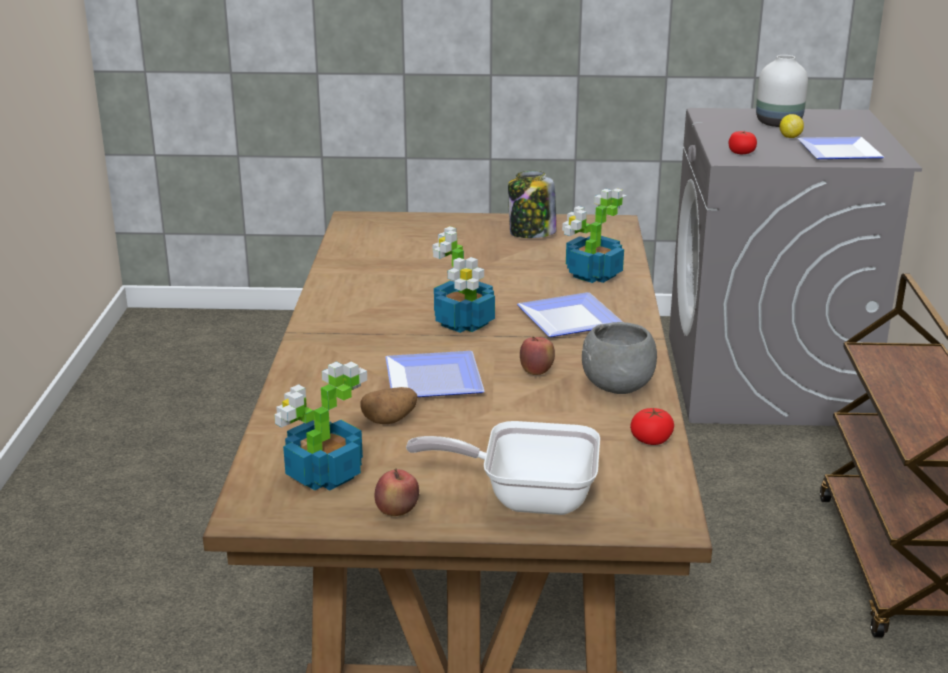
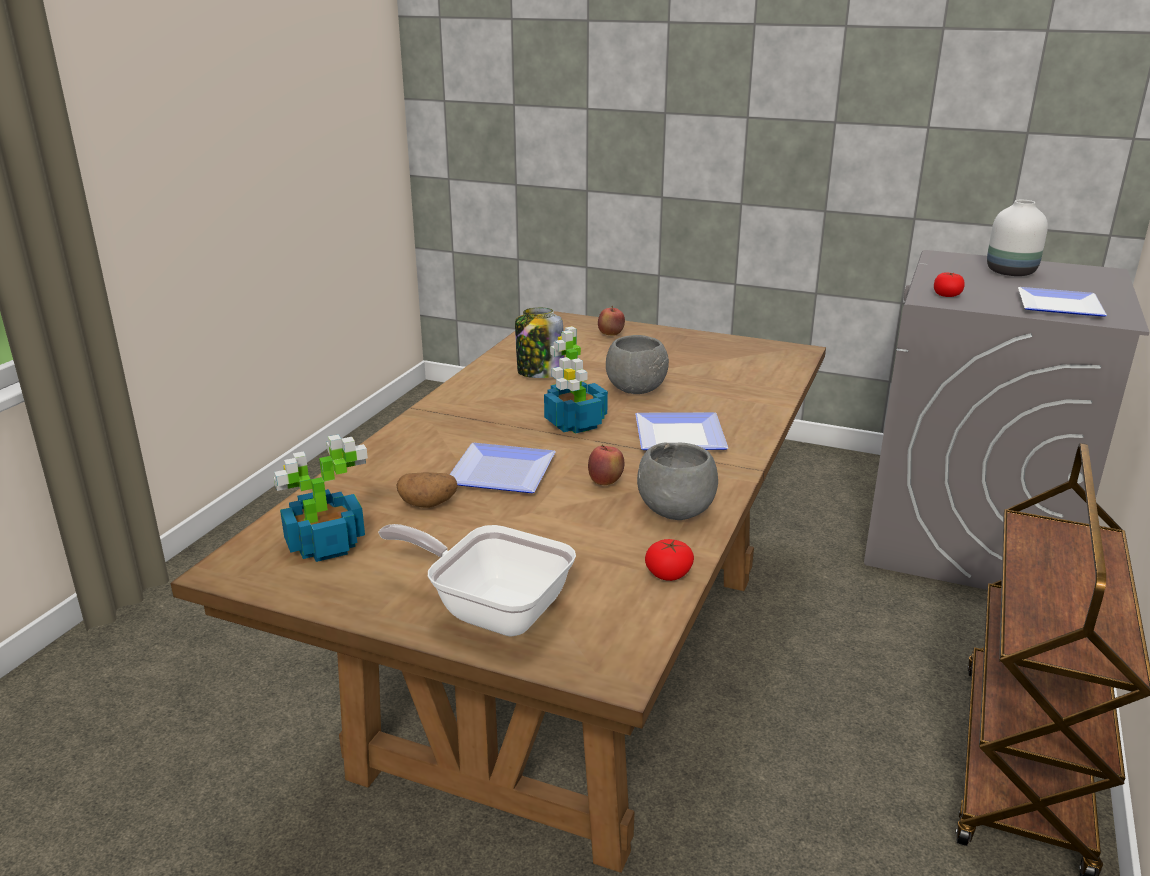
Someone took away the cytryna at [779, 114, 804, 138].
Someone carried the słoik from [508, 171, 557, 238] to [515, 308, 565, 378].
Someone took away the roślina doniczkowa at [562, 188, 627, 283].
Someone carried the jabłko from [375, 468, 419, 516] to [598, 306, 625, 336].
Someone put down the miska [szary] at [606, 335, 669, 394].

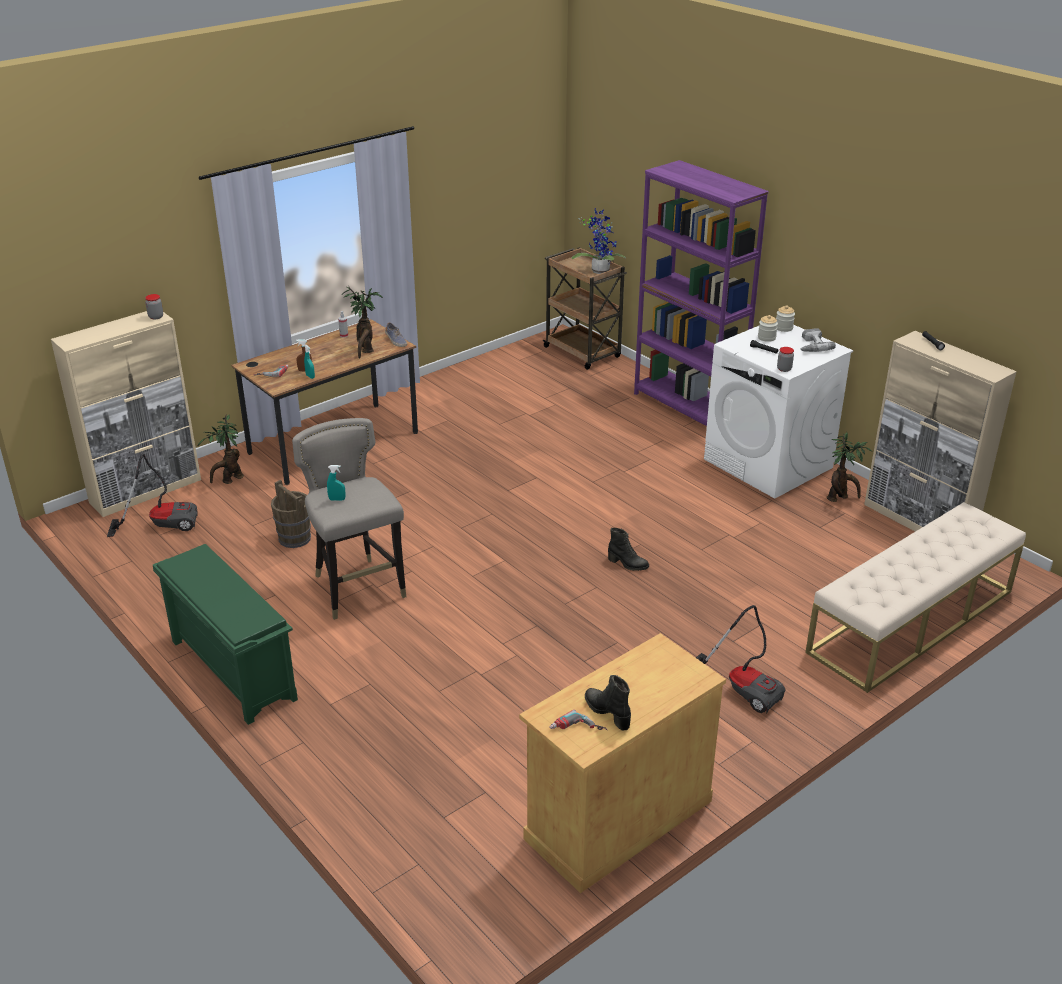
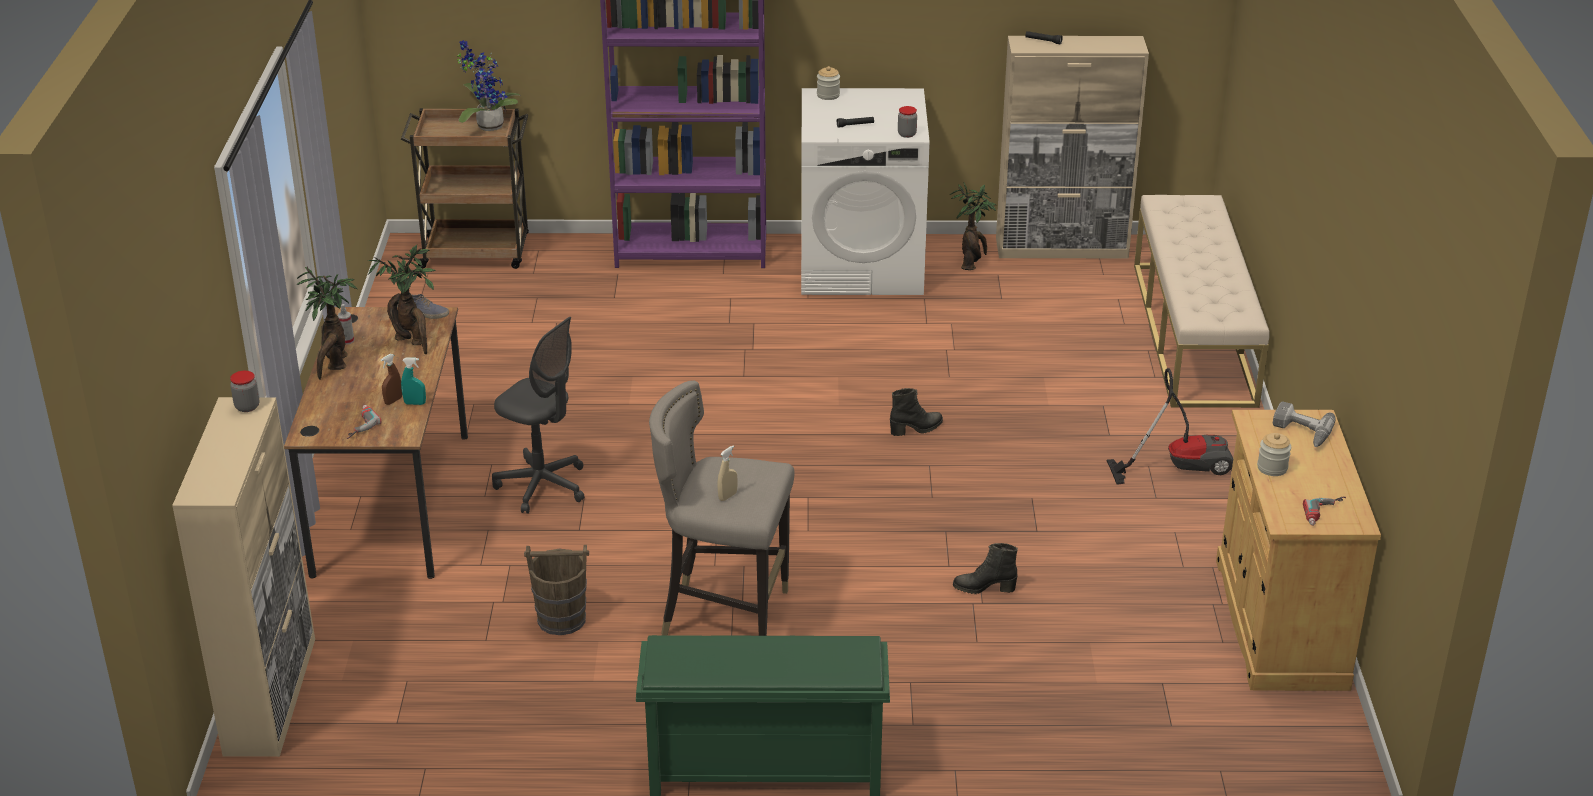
Someone carried the słoik from [758, 315, 778, 342] to [1257, 433, 1291, 476].
Someone carried the wiertarka from [800, 328, 836, 352] to [1273, 401, 1336, 447].
Someone carried the roślina doniczkowa from [198, 415, 244, 484] to [297, 266, 357, 380].
Someone took away the odkurzacz at [107, 454, 198, 537].
Someone repainted the spryskiwacz [turkusowy] at [327, 465, 346, 501], which became the spryskiwacz [beżowy] at [717, 445, 738, 501].
Someone carried the but z cholewką [czarny] from [585, 675, 631, 731] to [953, 543, 1018, 594].
Someone put down the krzesło biurowe [szary] at [492, 317, 584, 514].

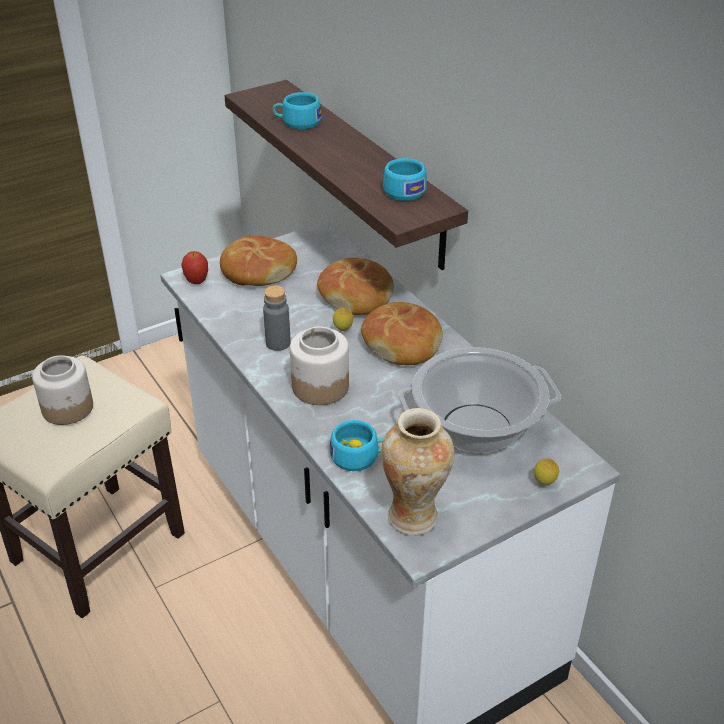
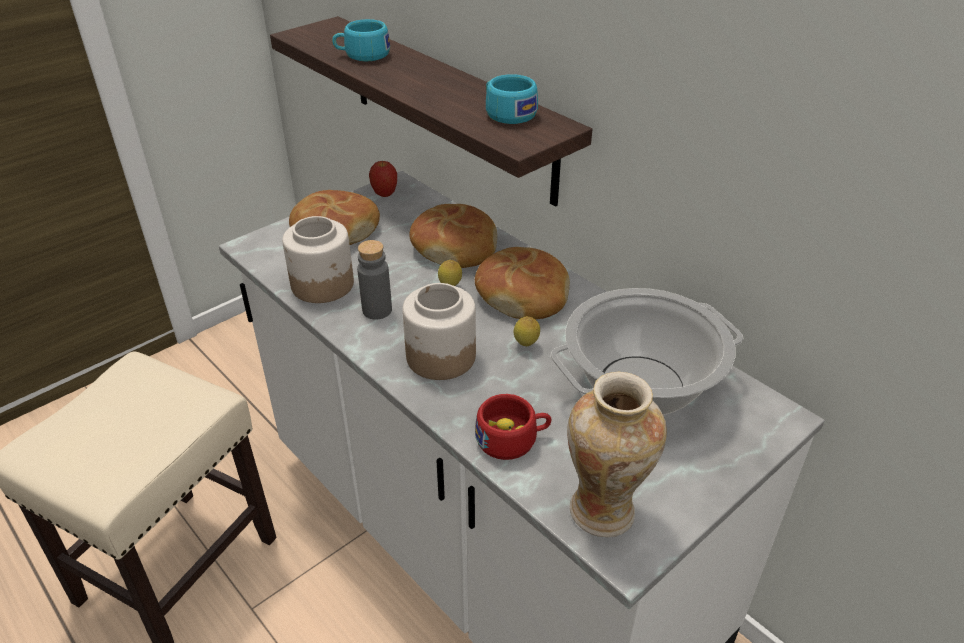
Someone carried the jabłko from [181, 251, 208, 284] to [369, 161, 397, 197].
Someone carried the słoik from [32, 355, 93, 425] to [282, 216, 354, 303].
Someone repainted the filiżanka [turkusowy] at [330, 420, 384, 471], which became the filiżanka [czerwony] at [475, 394, 551, 460].
Someone carried the cytryna from [534, 458, 559, 485] to [514, 316, 540, 346].

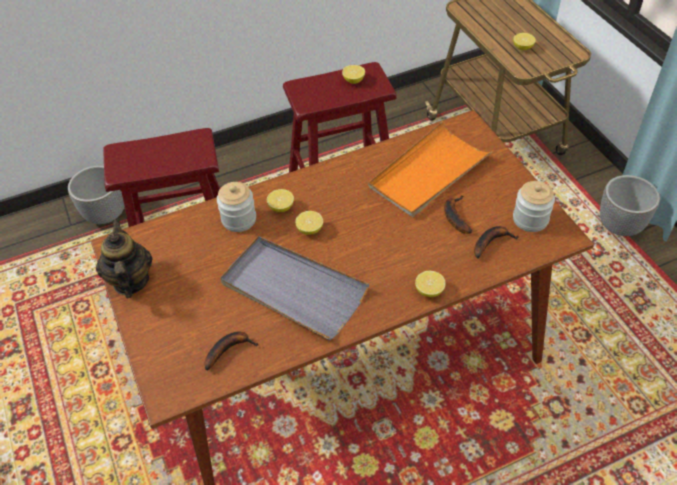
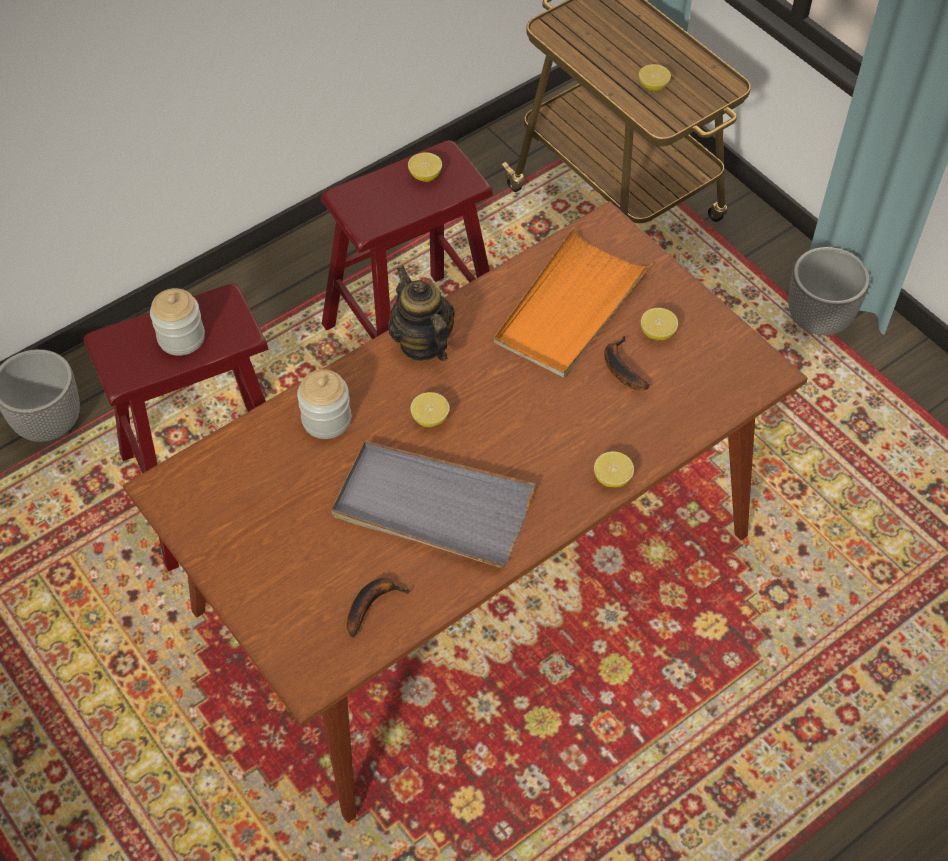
Someone carried the słoik from [513, 181, 555, 232] to [150, 288, 205, 356].
Someone carried the cytryna from [267, 189, 294, 212] to [641, 308, 678, 340].
Someone carried the imbryk from [96, 219, 153, 298] to [388, 266, 455, 361].
Someone took away the banan at [474, 226, 519, 258].

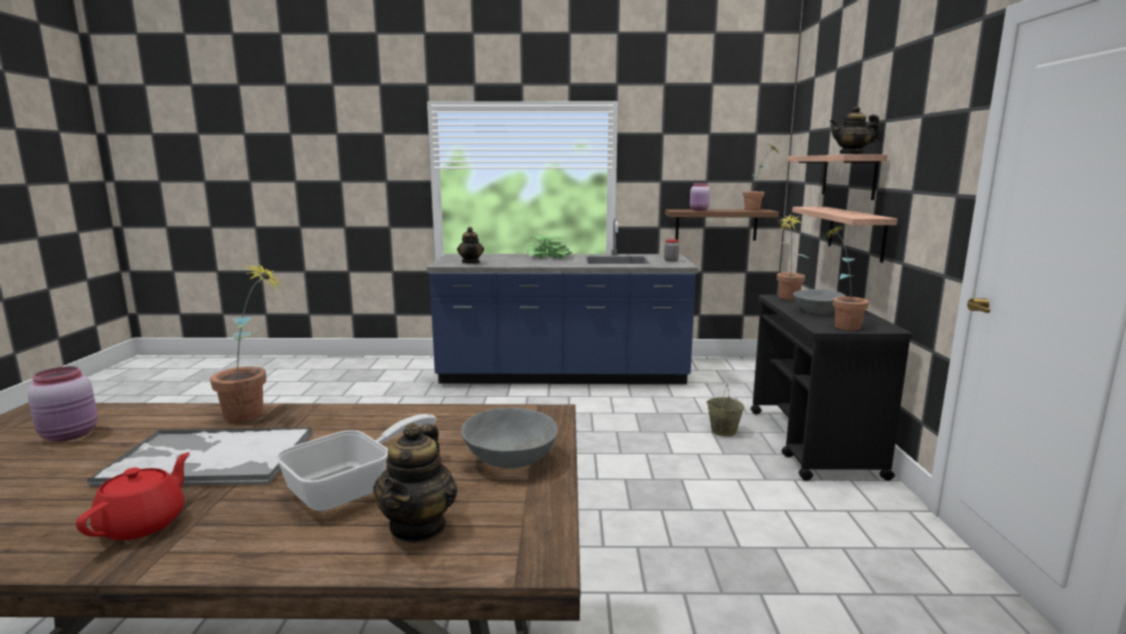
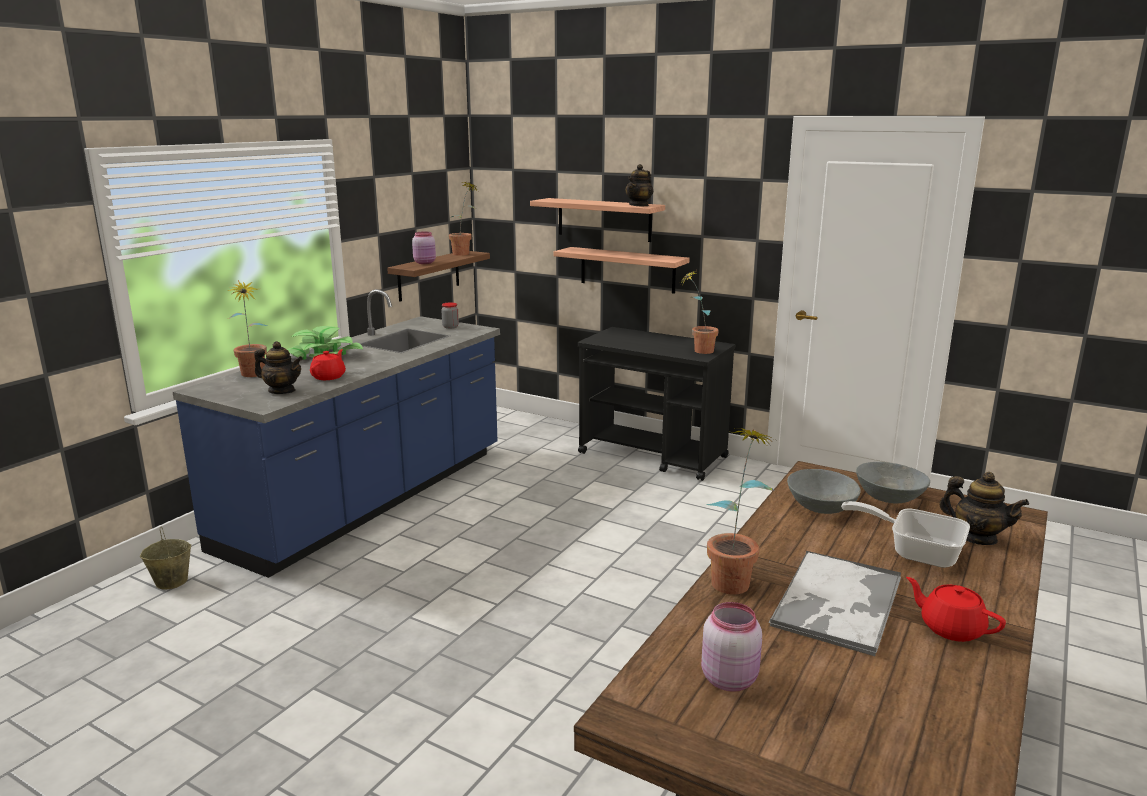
Someone carried the roślina doniczkowa from [777, 213, 808, 300] to [228, 280, 267, 377].
Someone carried the miska [szary] from [793, 289, 845, 313] to [787, 469, 861, 514].
Someone carried the wiadro [beżowy] from [706, 384, 745, 437] to [140, 526, 191, 589].
Someone rotated the patelnia at [275, 414, 436, 511] by 45 degrees counterclockwise.
Someone put down the imbryk [czerwony] at [310, 349, 346, 380].

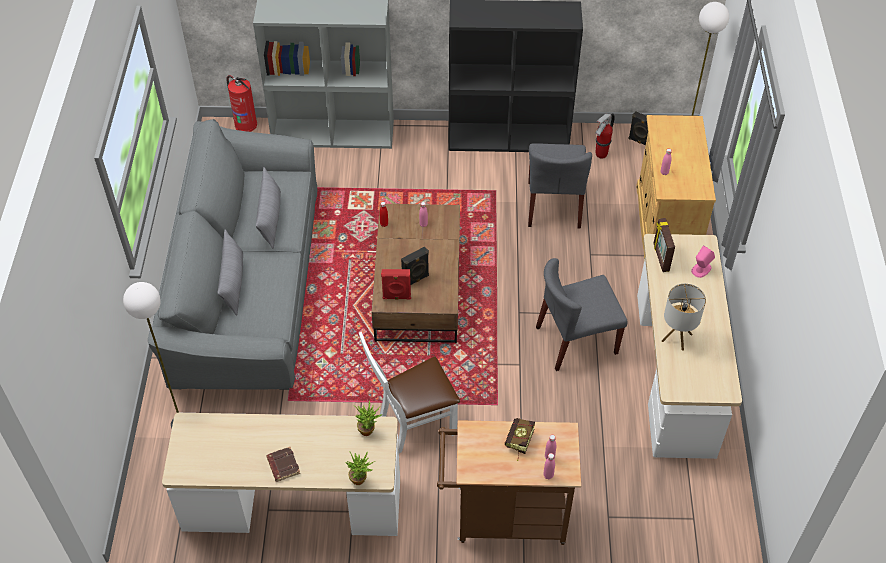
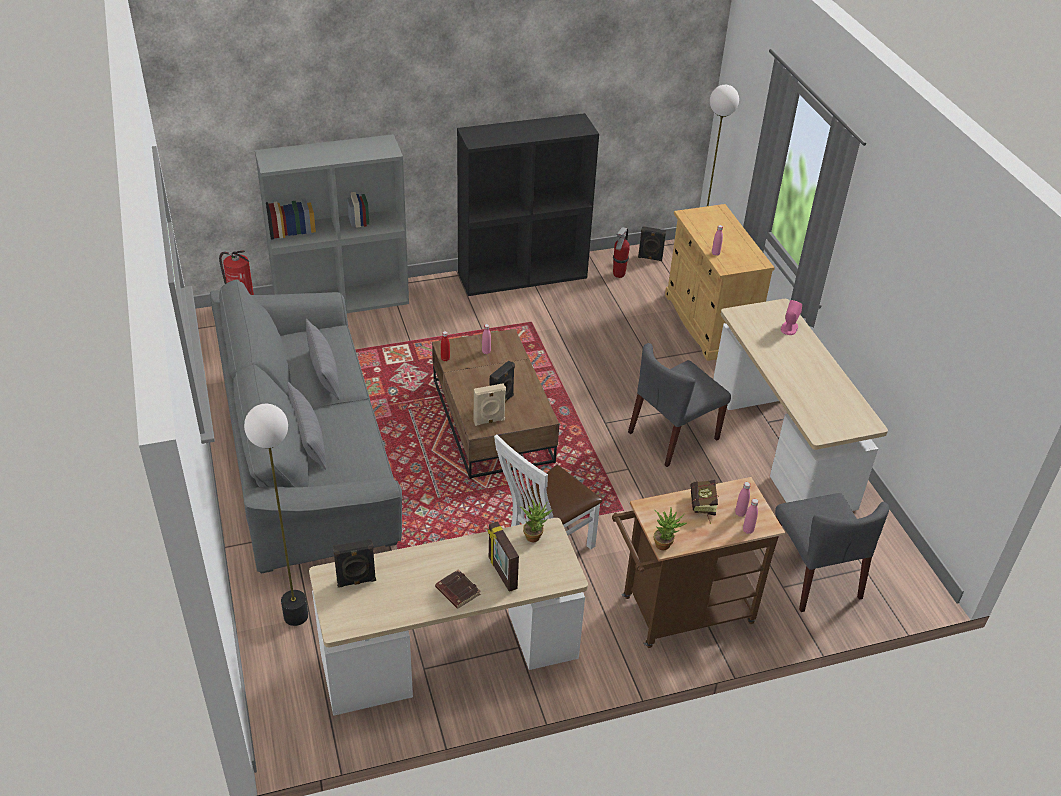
Someone carried the krzesło [szary] from [528, 143, 592, 228] to [774, 493, 889, 612].
Someone carried the ramka na zdjęcie from [653, 218, 675, 272] to [488, 521, 519, 592].
Someone repainted the głośnik [czerwony] at [381, 269, 411, 299], which became the głośnik [beżowy] at [474, 383, 506, 426].
Someone took away the lampa stołowa at [662, 284, 706, 351].
Someone carried the roślina doniczkowa from [345, 451, 375, 485] to [654, 508, 686, 551].
Someone put down the głośnik [czarny] at [333, 539, 376, 588].

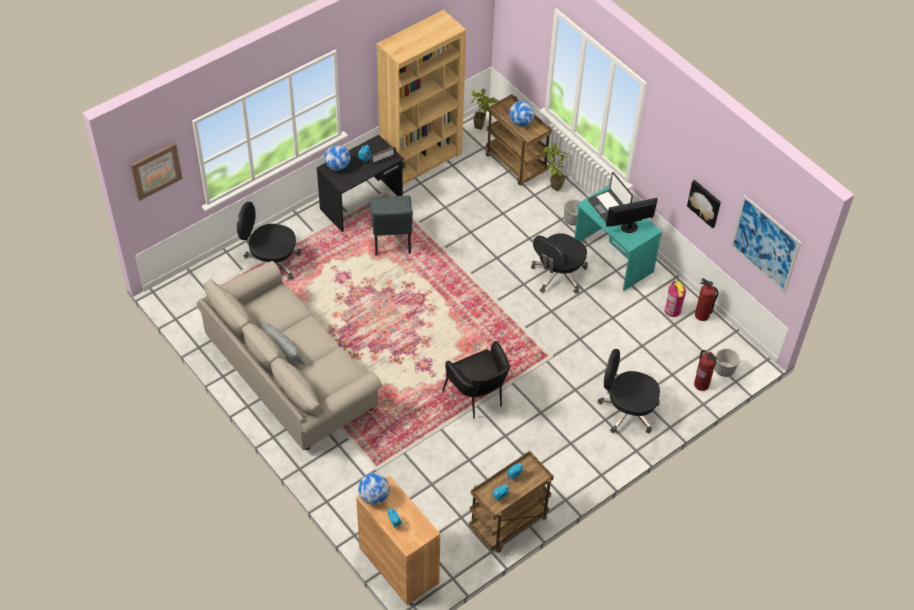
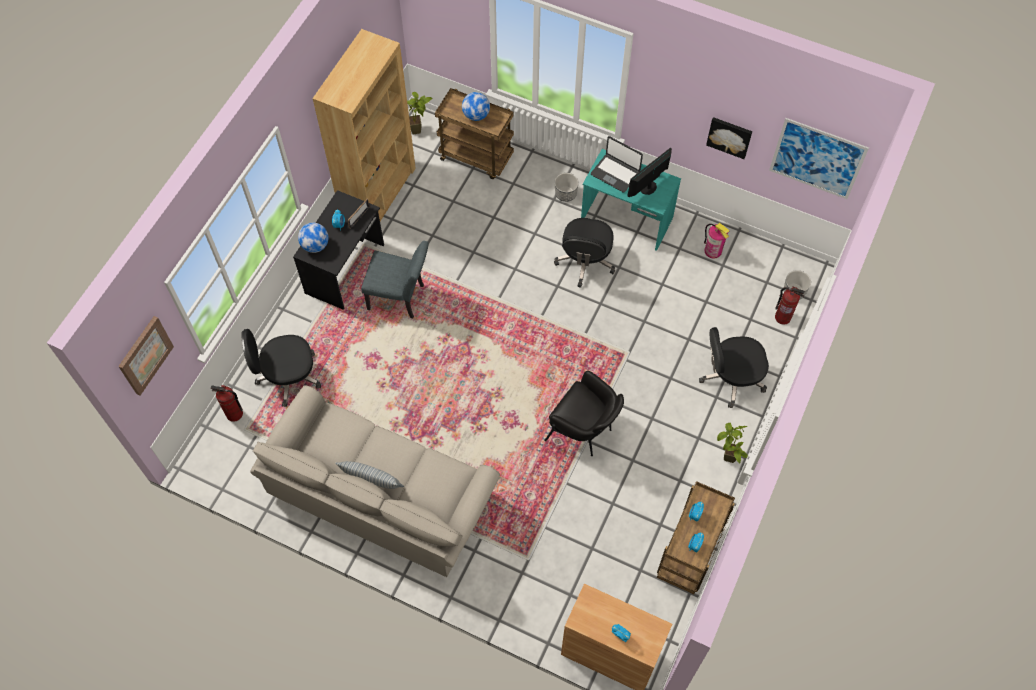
Someone carried the roślina doniczkowa from [542, 143, 571, 191] to [717, 422, 748, 464].
Someone rotated the krzesło [szary] at [370, 195, 413, 256] by 45 degrees counterclockwise.
Someone carried the gaśnica from [695, 278, 718, 321] to [211, 385, 243, 422].
Someone took away the globus at [358, 473, 390, 505].

